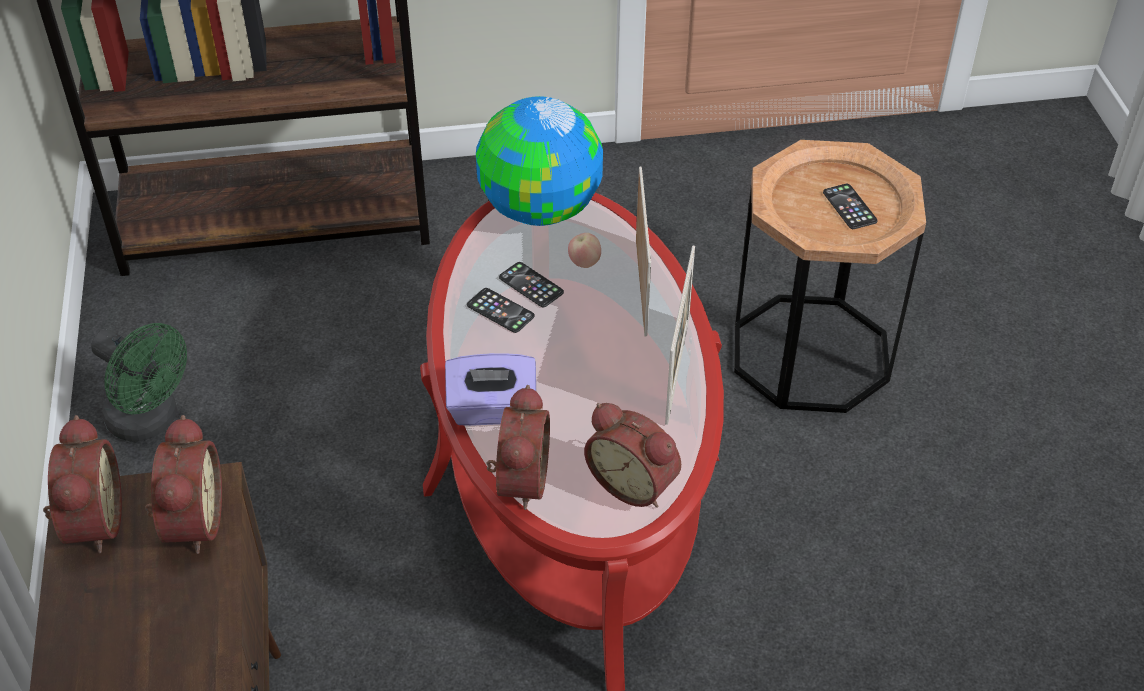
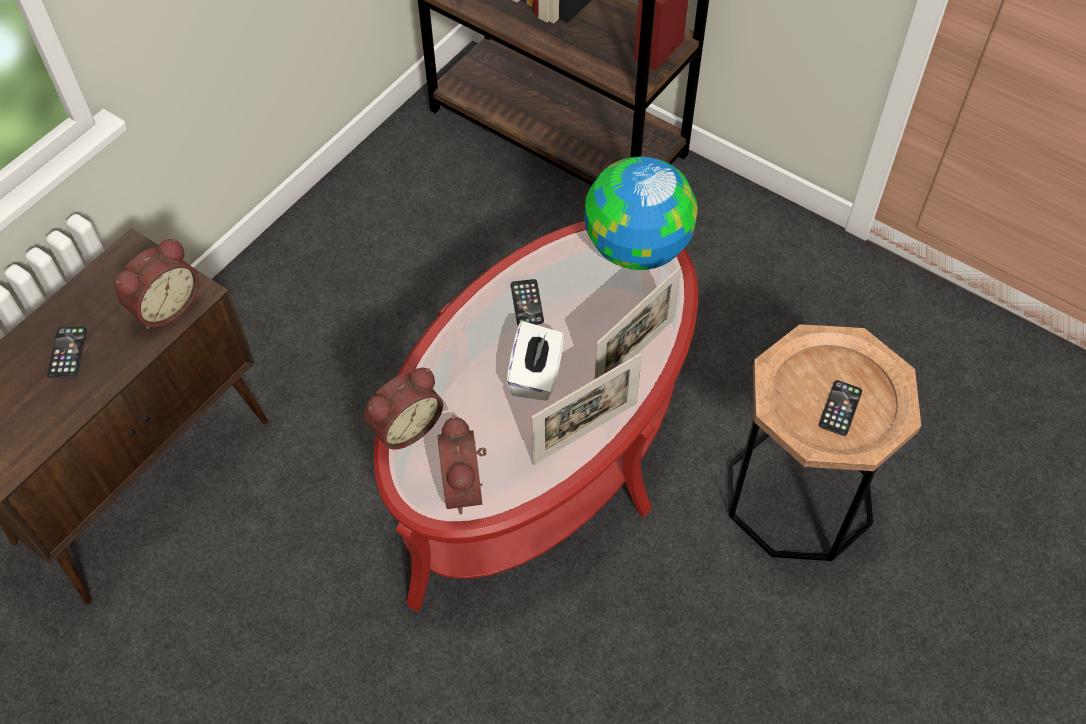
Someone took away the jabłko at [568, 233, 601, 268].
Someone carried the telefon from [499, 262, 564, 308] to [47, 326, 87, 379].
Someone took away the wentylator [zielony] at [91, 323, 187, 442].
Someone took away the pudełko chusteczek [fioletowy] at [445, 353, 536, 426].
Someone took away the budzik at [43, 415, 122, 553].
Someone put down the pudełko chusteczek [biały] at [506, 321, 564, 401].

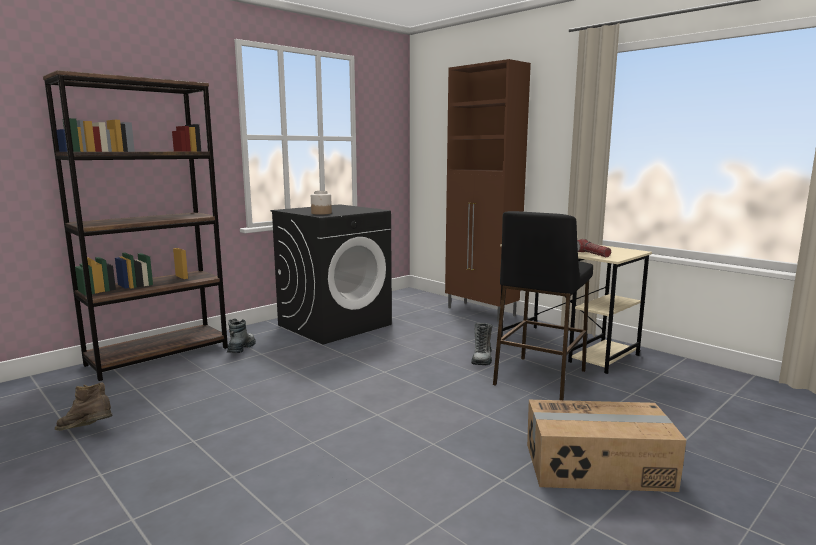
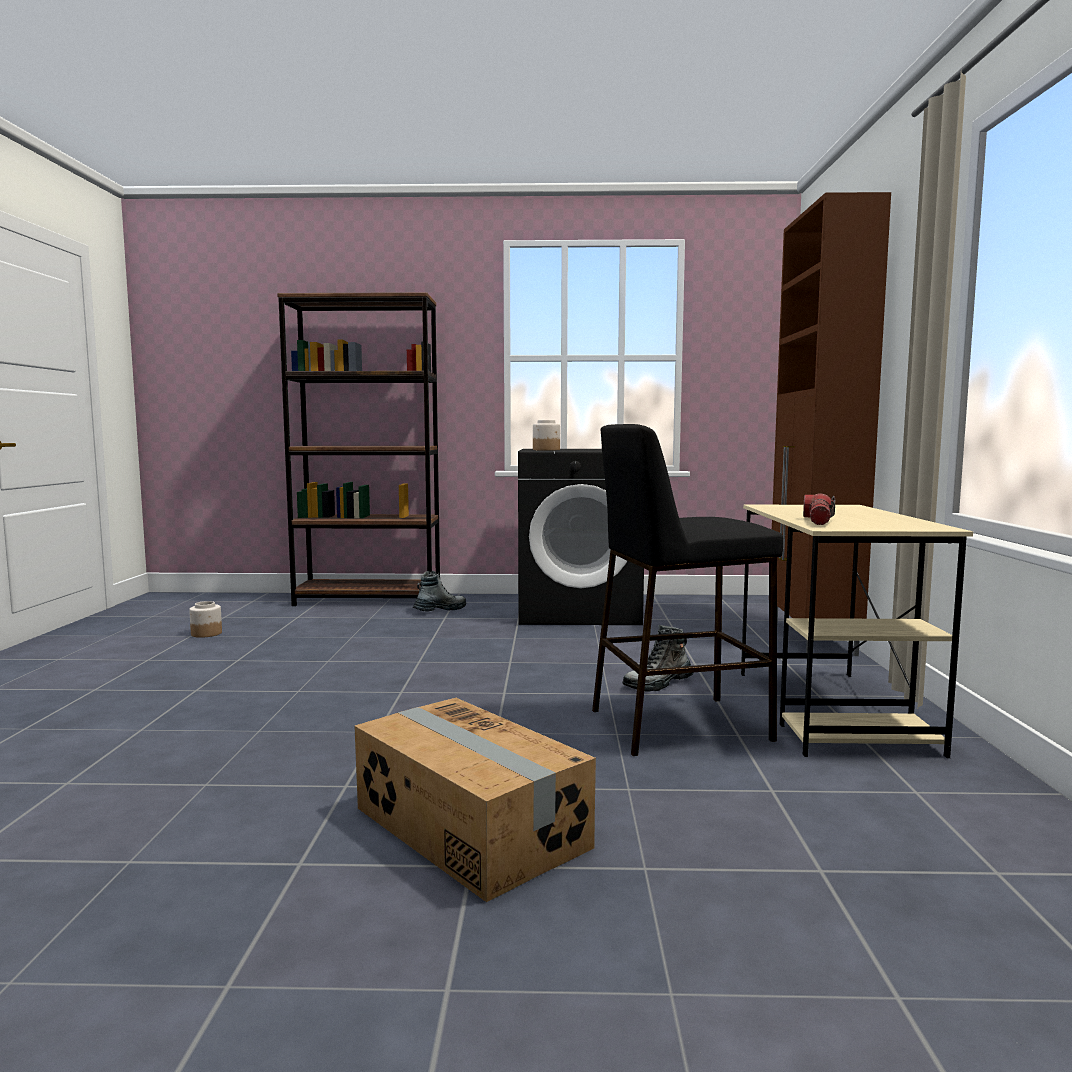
Someone swapped the but z cholewką [brązowy] at [55, 382, 112, 431] for the słoik at [189, 601, 222, 638].

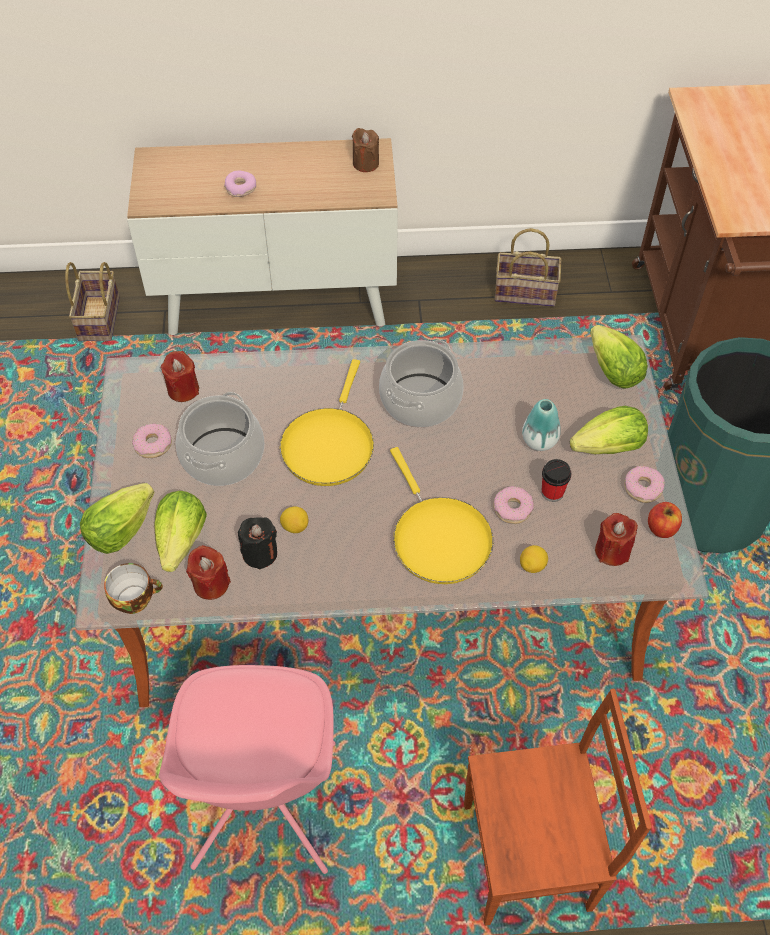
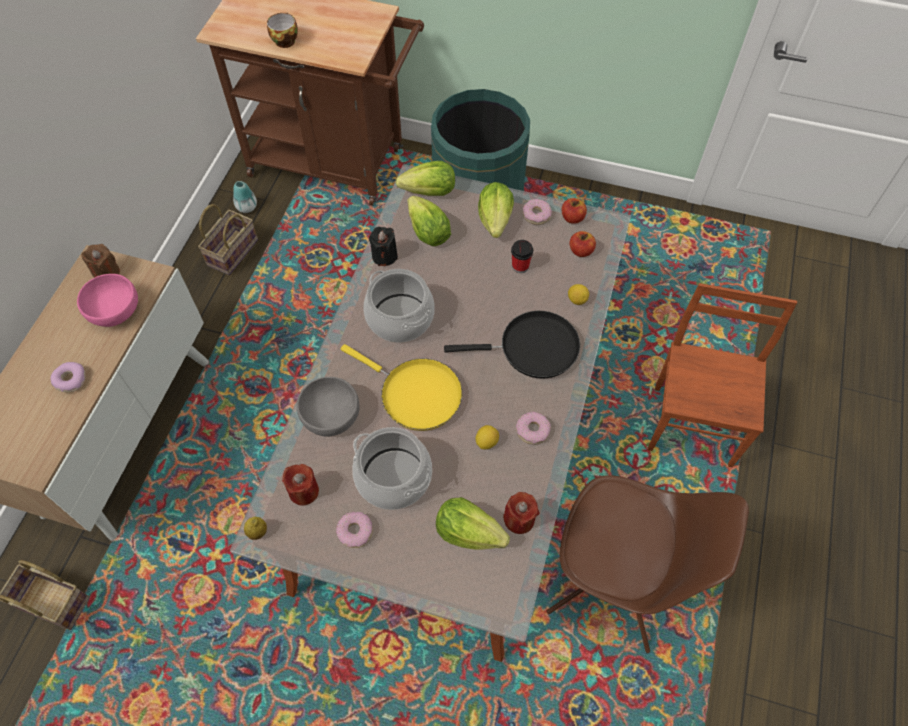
Someone carried the wazon from [522, 399, 561, 451] to [233, 181, 257, 213].
Someone repainted the patelnia [żółty] at [390, 447, 493, 584], which became the patelnia [czarny] at [444, 311, 580, 378].
Someone carried the sałata from [80, 483, 154, 554] to [408, 196, 451, 246].
Someone carried the donut from [493, 486, 534, 524] to [516, 412, 551, 445].
Someone swapped the świeca [czerwony] at [595, 513, 638, 566] for the jabłko at [570, 231, 596, 257].
Someone carried the świeca [czarny] from [238, 517, 277, 569] to [369, 227, 398, 266].
Someone carried the filiżanka from [104, 563, 163, 614] to [267, 13, 298, 48].
Someone repainted the krzesło [różowy] at [159, 665, 335, 874], which became the krzesło [brązowy] at [546, 475, 749, 653].
Someone put down the miska [różowy] at [77, 274, 138, 327].
Someone put down the miska [szary] at [297, 377, 360, 437].
Someone put down the cytryna at [244, 517, 267, 540].

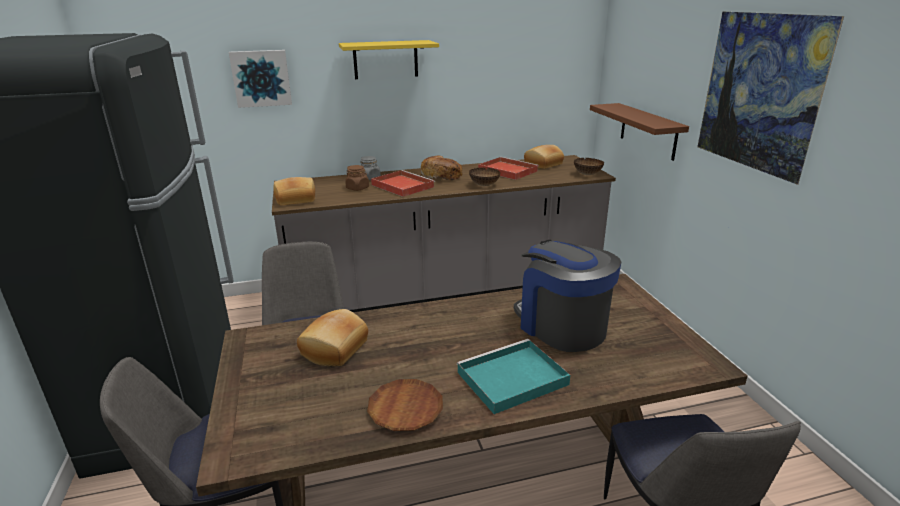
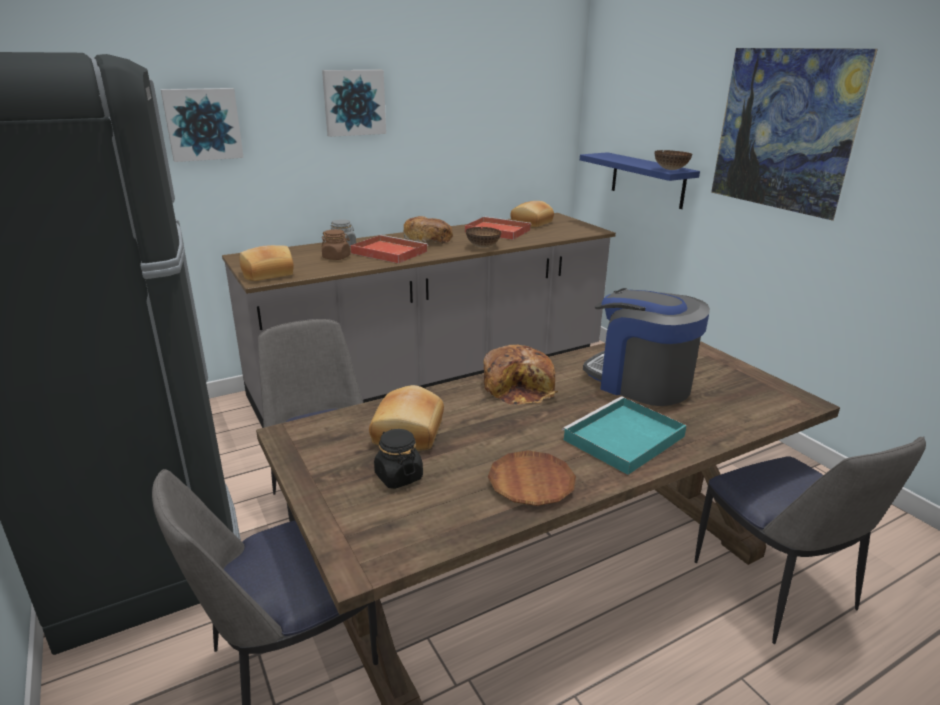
Someone swapped the półka [żółty] at [339, 40, 439, 79] for the obraz at [322, 70, 386, 137].
Someone repainted the półka [brązowy] at [590, 103, 689, 161], which became the półka [niebieski] at [580, 152, 700, 209].
Someone carried the miska from [574, 158, 604, 175] to [654, 150, 693, 170].
Someone put down the chleb at [483, 345, 558, 405].
Someone put down the słoik [czarny] at [374, 429, 423, 489].

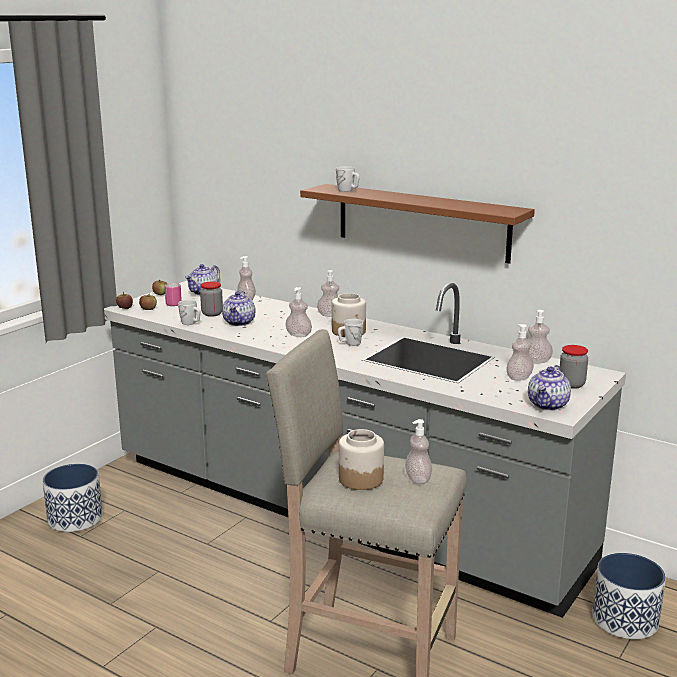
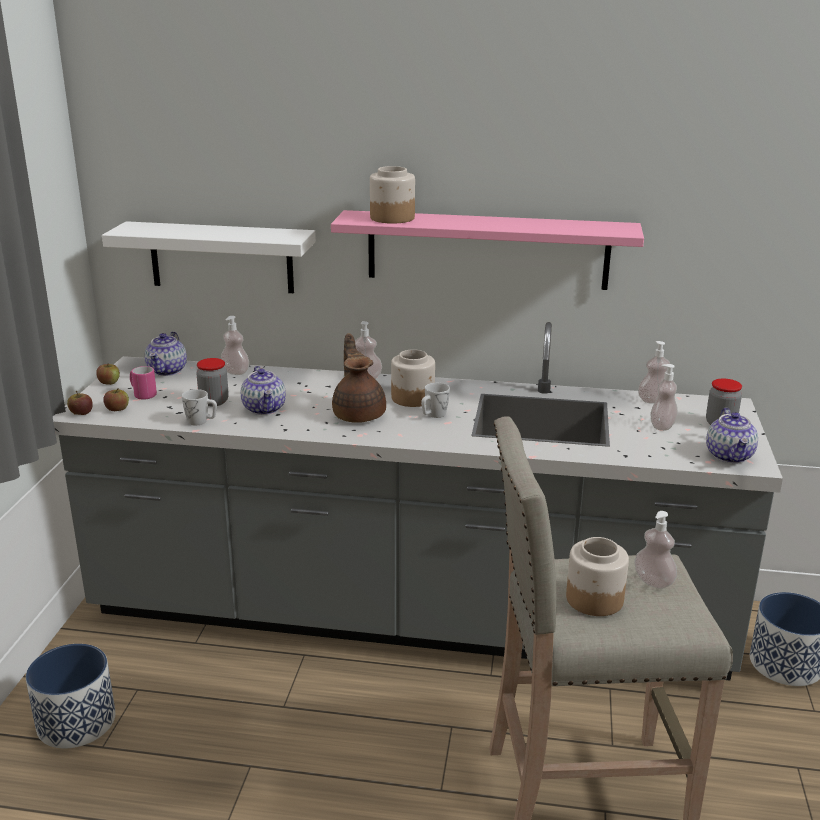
Someone swapped the kubek [biały] at [336, 166, 360, 192] for the słoik at [370, 166, 415, 224].
Someone repainted the półka [brązowy] at [300, 184, 535, 264], which became the półka [różowy] at [331, 210, 644, 290].
Someone swapped the dozownik mydła at [285, 287, 312, 337] for the imbryk [brązowy] at [332, 333, 386, 423].
Someone put up the półka [biały] at [102, 221, 316, 293].

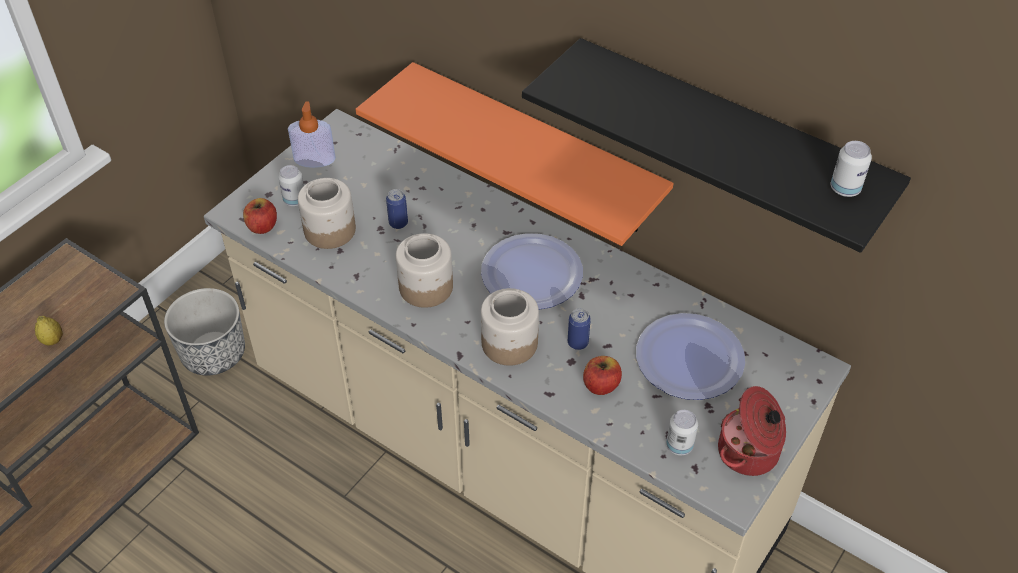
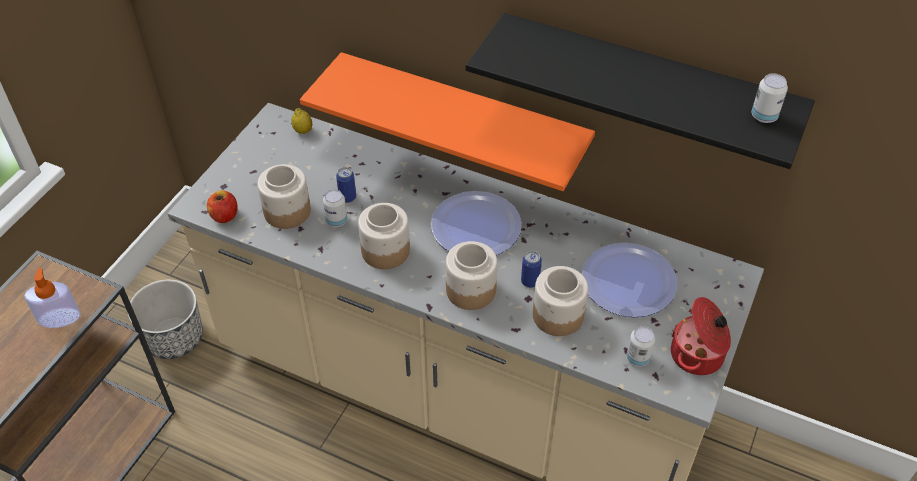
Someone carried the dozownik mydła from [288, 101, 336, 168] to [24, 268, 81, 328].
Someone carried the puszka from [278, 165, 304, 206] to [323, 189, 347, 227].
Someone carried the cytryna from [35, 316, 63, 345] to [292, 108, 312, 134].
Someone swapped the jabłko at [583, 356, 622, 395] for the słoik at [533, 266, 588, 336].

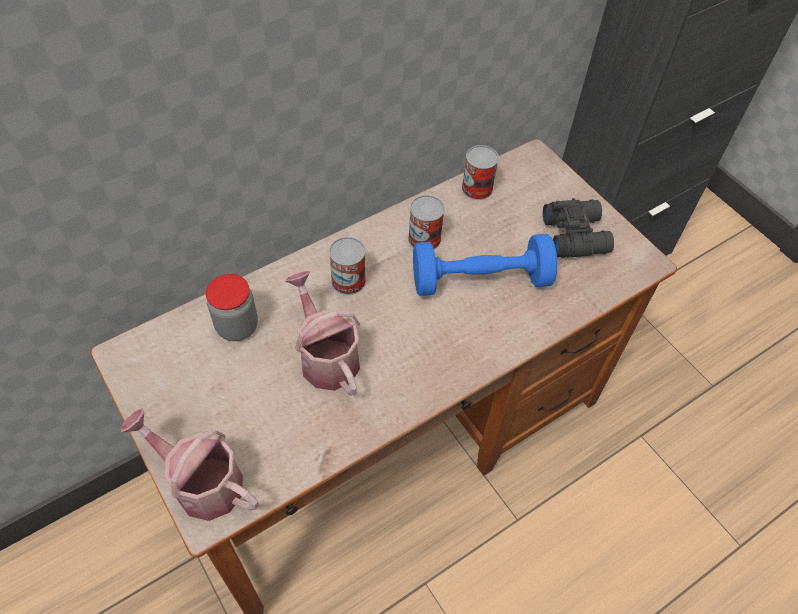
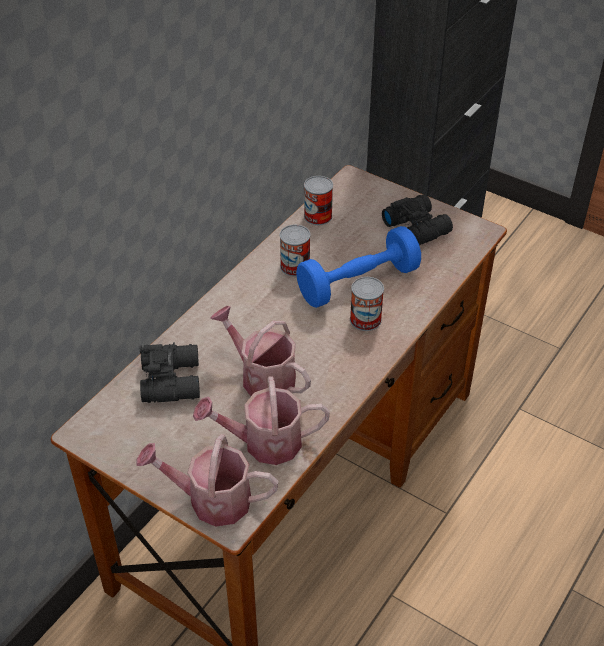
Someone carried the puszka from [329, 237, 366, 295] to [350, 277, 384, 331].
Someone swapped the słoik at [206, 274, 258, 341] for the lornetka [czarny] at [140, 342, 200, 403].
Someone put down the konewka at [193, 376, 330, 465].

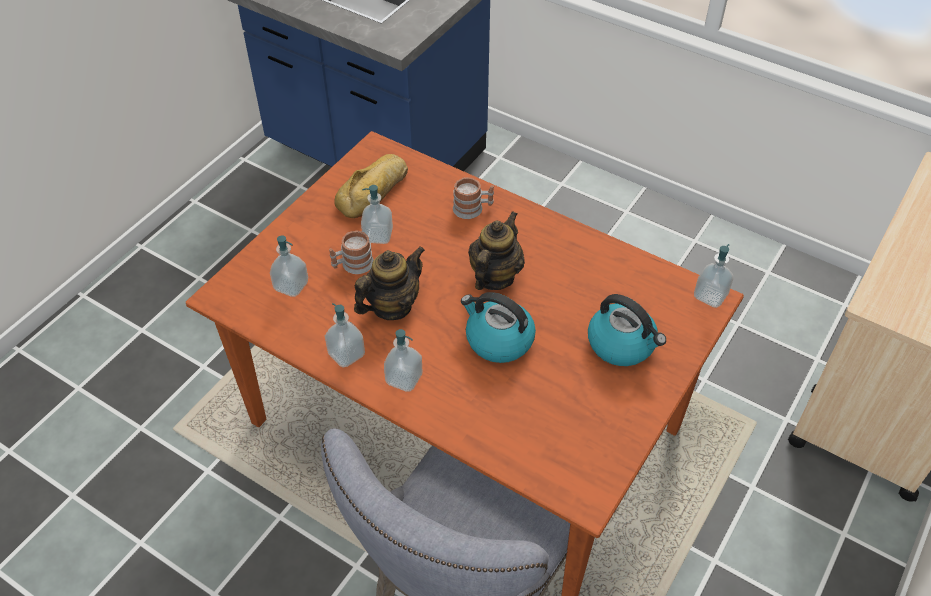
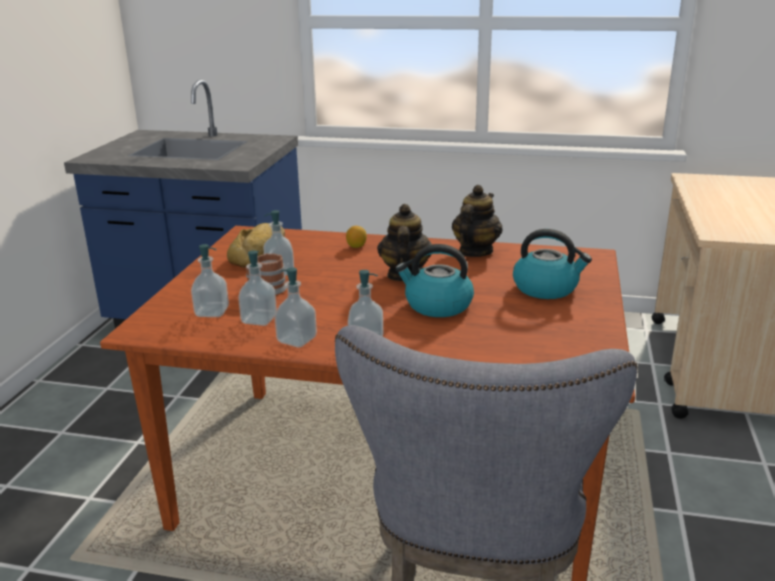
Someone swapped the kubek at [453, 178, 494, 219] for the cytryna at [346, 226, 367, 248].
Someone carried the dozownik mydła from [694, 244, 733, 308] to [238, 250, 277, 326].
Someone carried the imbryk from [354, 247, 425, 320] to [452, 185, 503, 257].

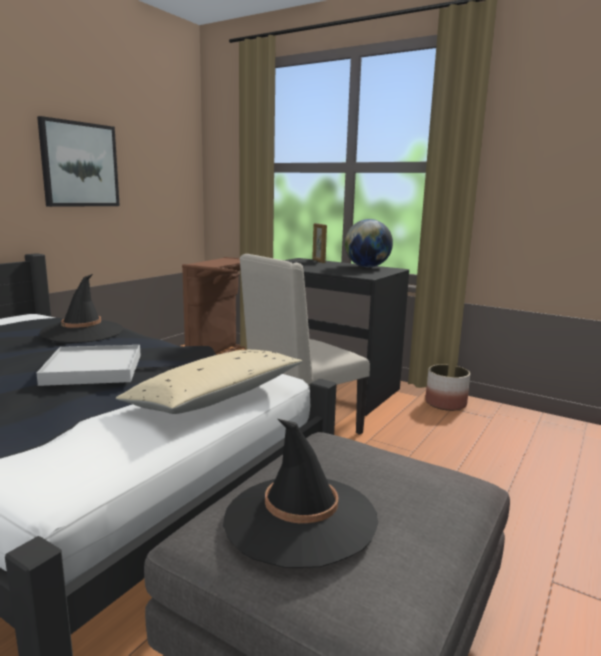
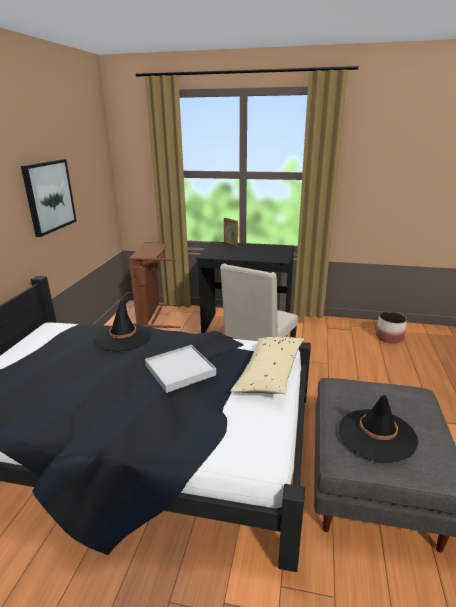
Someone took away the globus at [345, 219, 393, 267].
Someone carried the donica from [425, 364, 470, 411] to [376, 312, 407, 343].

